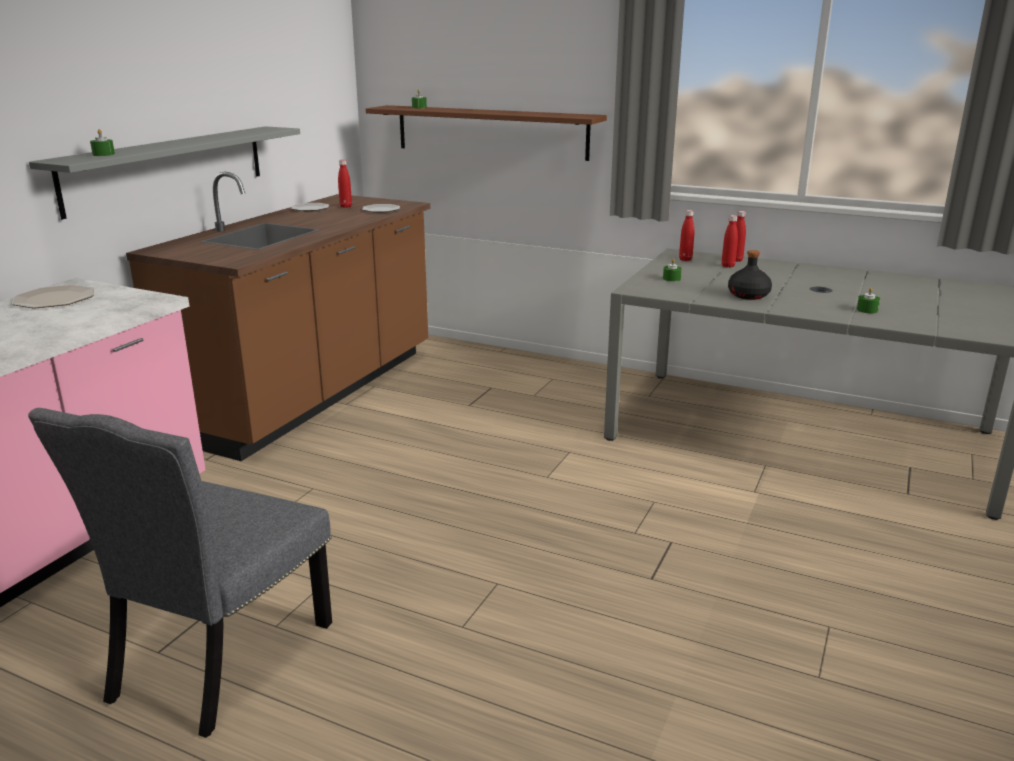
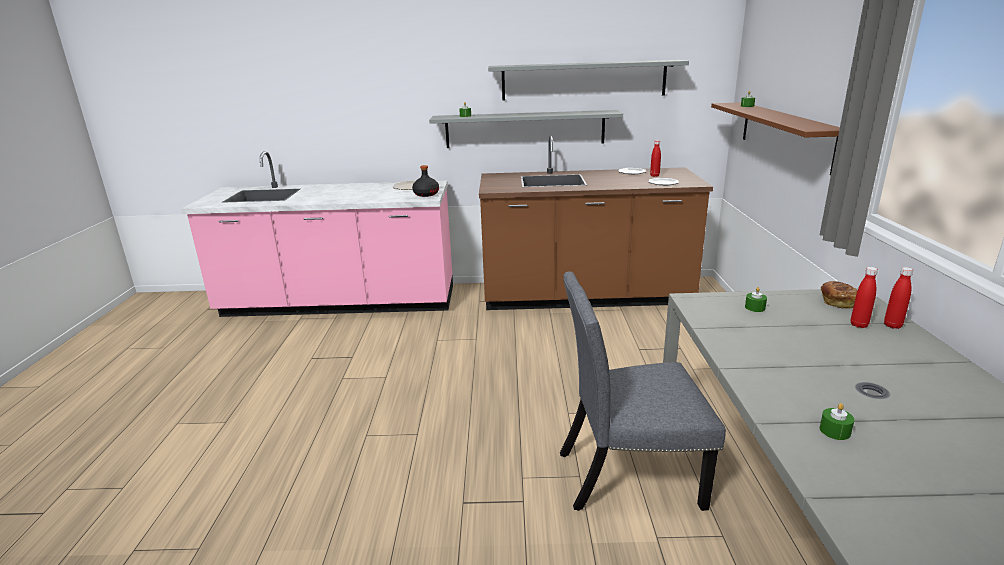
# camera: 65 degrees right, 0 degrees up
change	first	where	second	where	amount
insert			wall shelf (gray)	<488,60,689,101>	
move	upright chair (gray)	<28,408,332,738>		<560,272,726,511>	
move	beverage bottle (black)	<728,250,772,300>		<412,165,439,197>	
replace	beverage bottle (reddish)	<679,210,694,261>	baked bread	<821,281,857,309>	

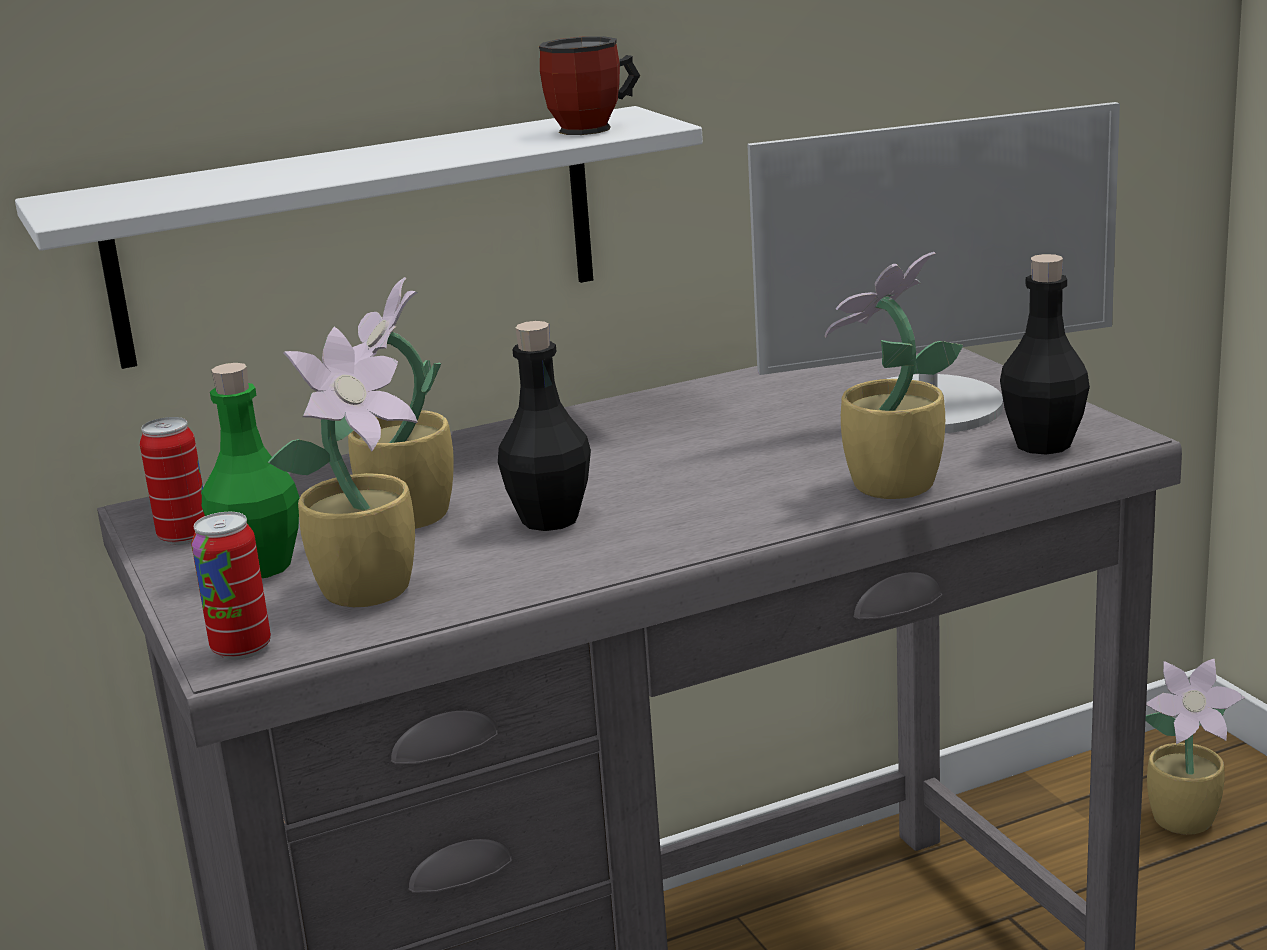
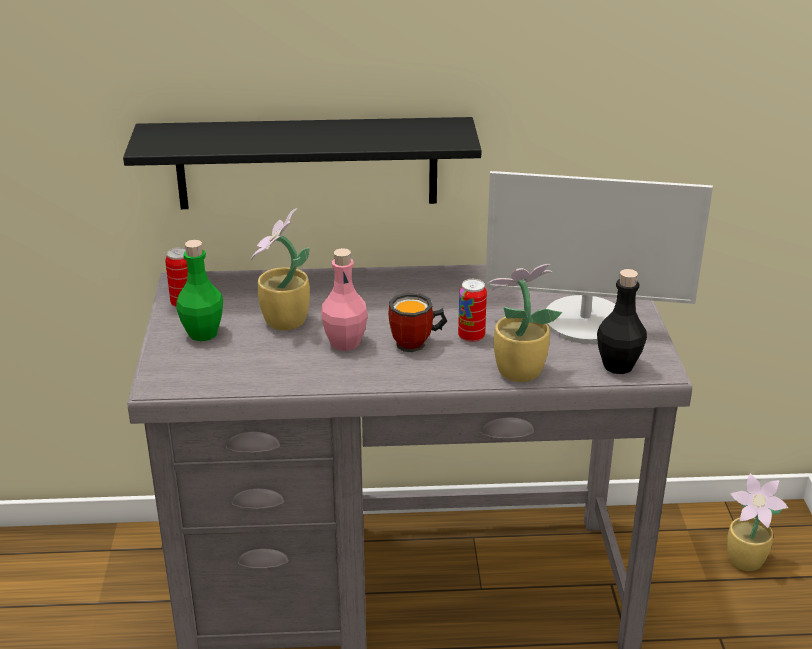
# camera: 20 degrees right, 10 degrees up
change	first	where	second	where	amount
delete	houseplant	<268,327,418,607>			
move	metal can	<192,512,271,660>		<458,279,487,343>	
move	mug	<539,36,640,135>		<388,293,447,352>	
recolor	wall shelf (whitish)	<15,106,703,369>	wall shelf (black)	<123,117,482,209>	
recolor	beverage bottle (black)	<498,321,591,531>	beverage bottle (pink-coloured)	<321,248,368,351>	

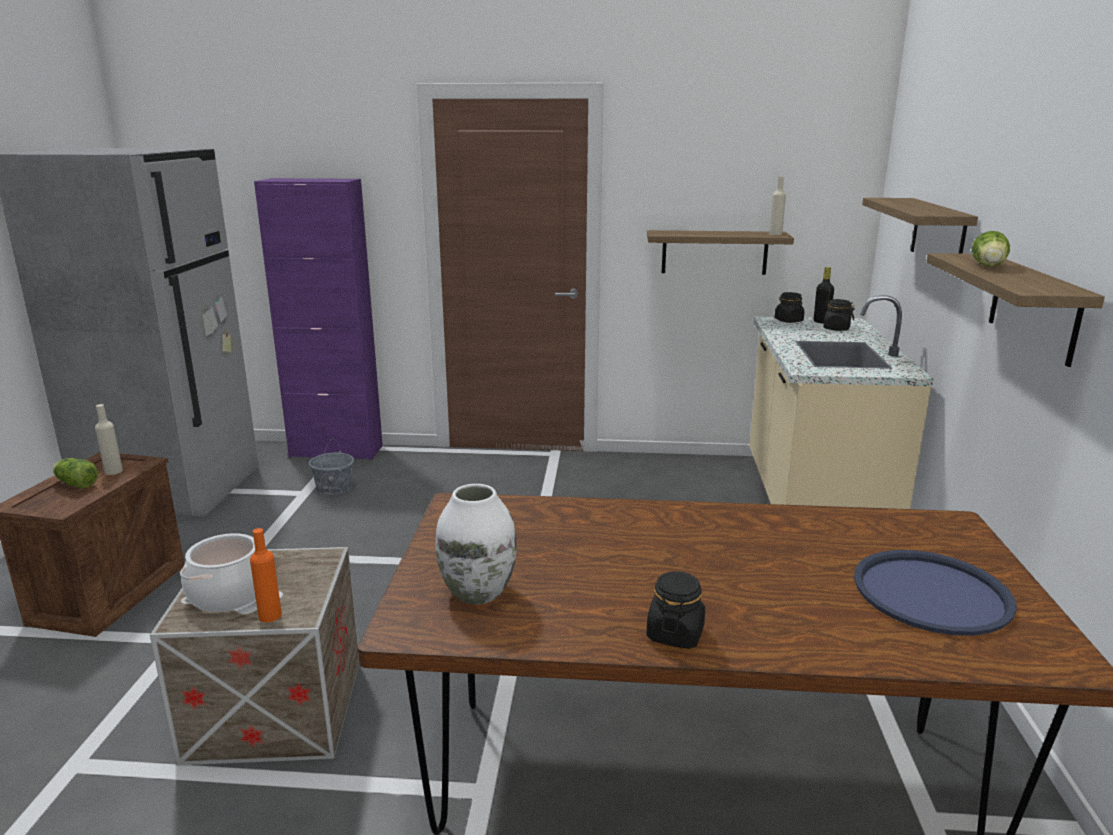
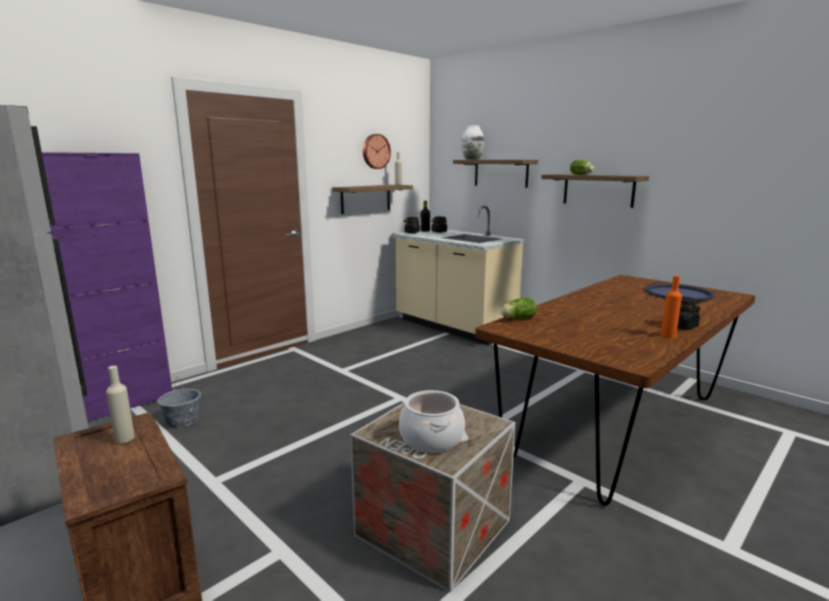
# camera: 50 degrees left, 5 degrees down
change	first	where	second	where	amount
insert			wall clock	<363,134,391,169>	
move	lettuce head	<53,458,98,489>		<500,297,537,319>	
move	beverage bottle (orangey)	<250,528,282,622>		<661,276,682,338>	
move	vase (whitish)	<435,484,517,605>		<461,126,484,160>	

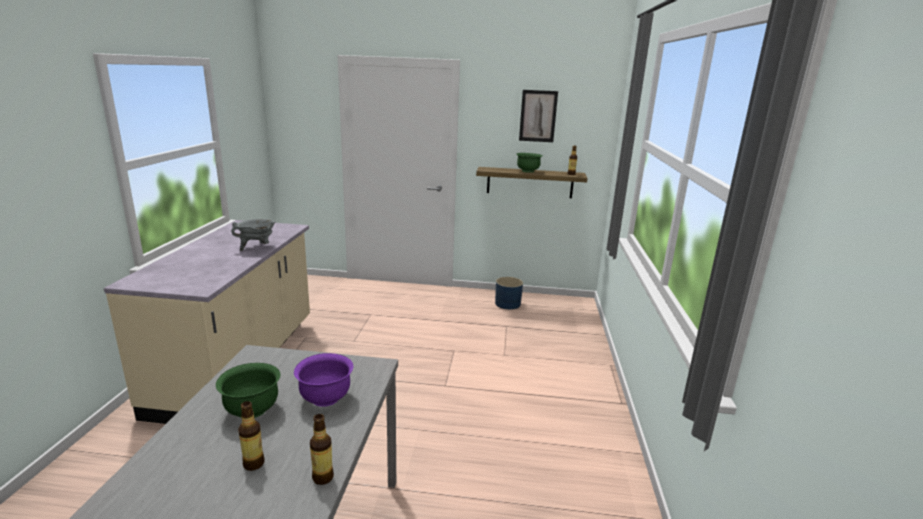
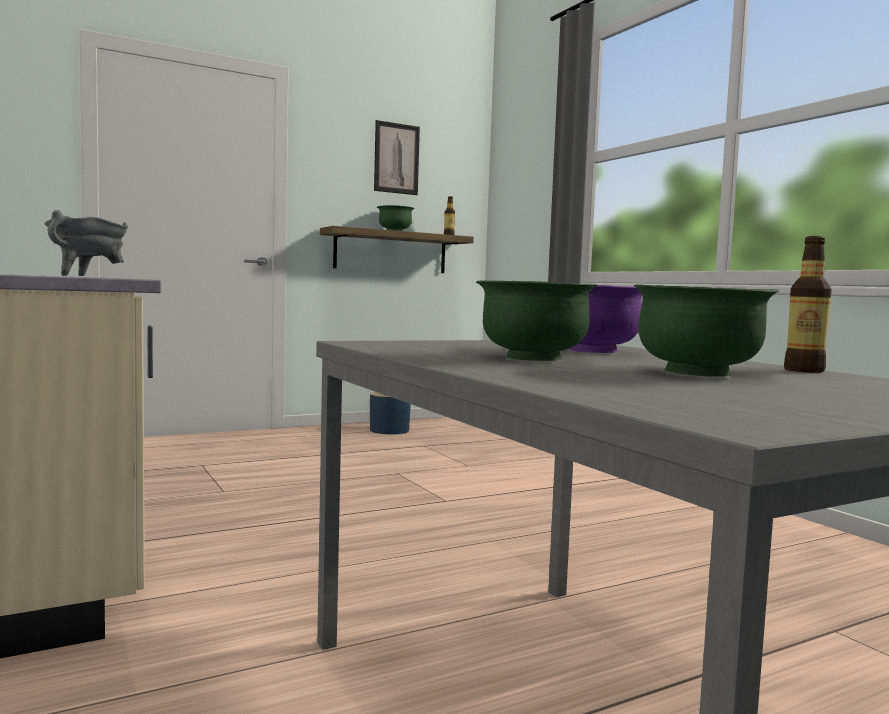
# camera: 35 degrees left, 15 degrees down
change	first	where	second	where	amount
replace	beverage bottle	<238,401,264,471>	bowl (greenish)	<634,284,780,377>	

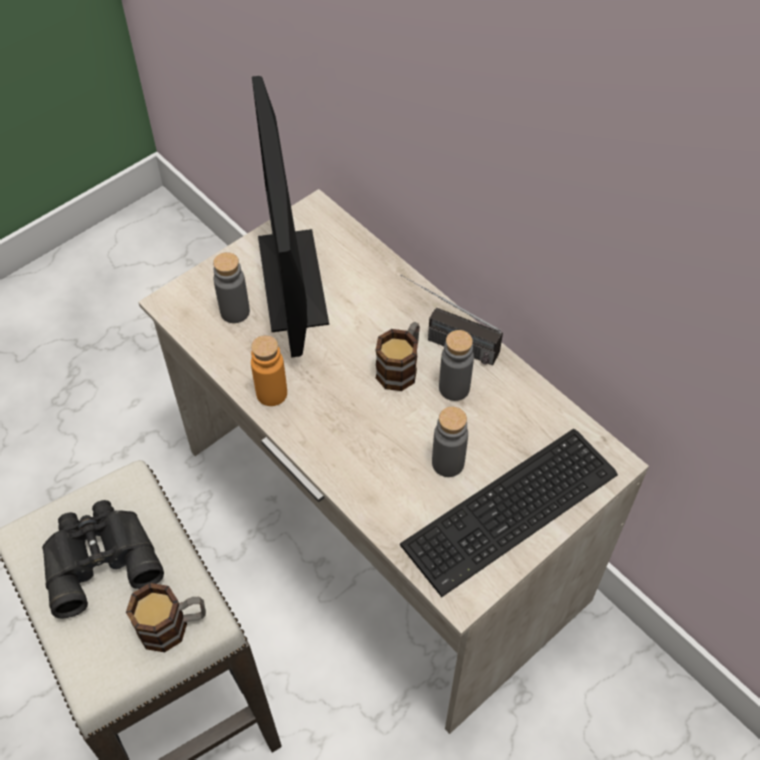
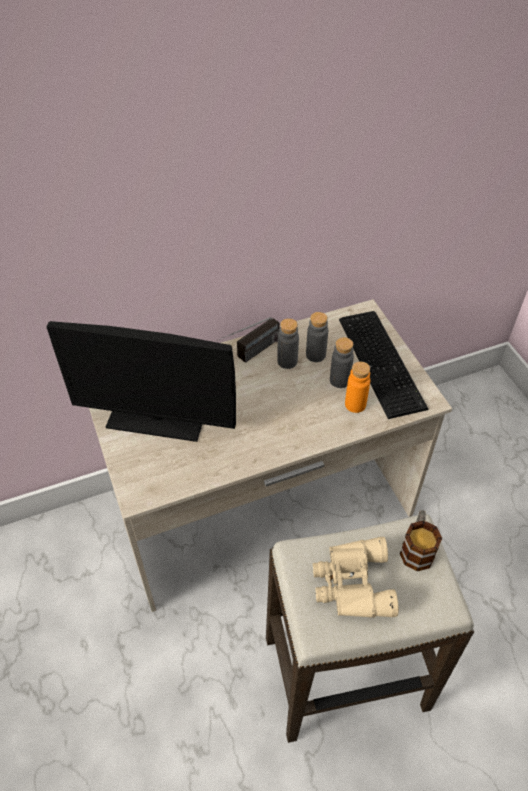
# camera: 70 degrees left, 5 degrees down
change	first	where	second	where	amount
delete	mug	<376,322,420,391>			
move	beverage bottle (gray)	<213,252,250,323>		<306,312,328,362>	
move	beverage bottle (orangey)	<251,335,287,406>		<345,361,370,413>	
recolor	binoculars (black)	<42,500,164,619>	binoculars (beige)	<313,537,399,618>	

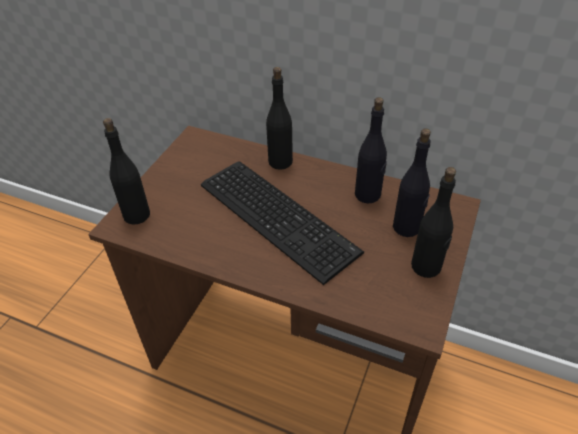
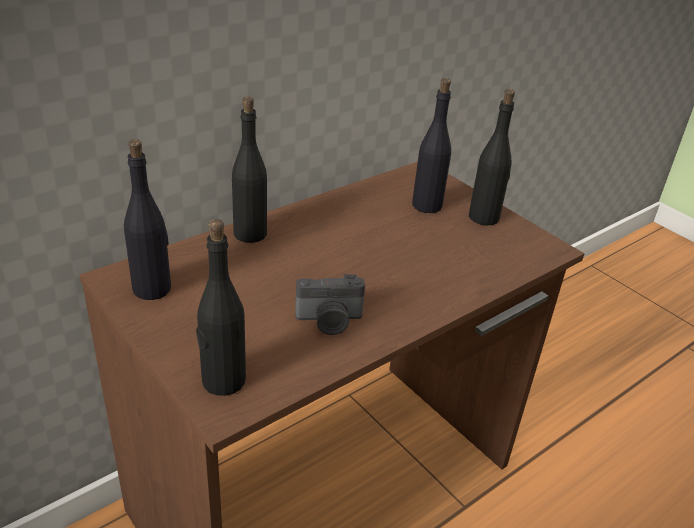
# camera: 65 degrees left, 10 degrees down
change	first	where	second	where	amount
delete	keyboard	<201,161,364,285>			
insert			photo camera	<295,274,365,335>	
move	beverage bottle (black)	<355,97,387,204>		<124,139,171,300>	

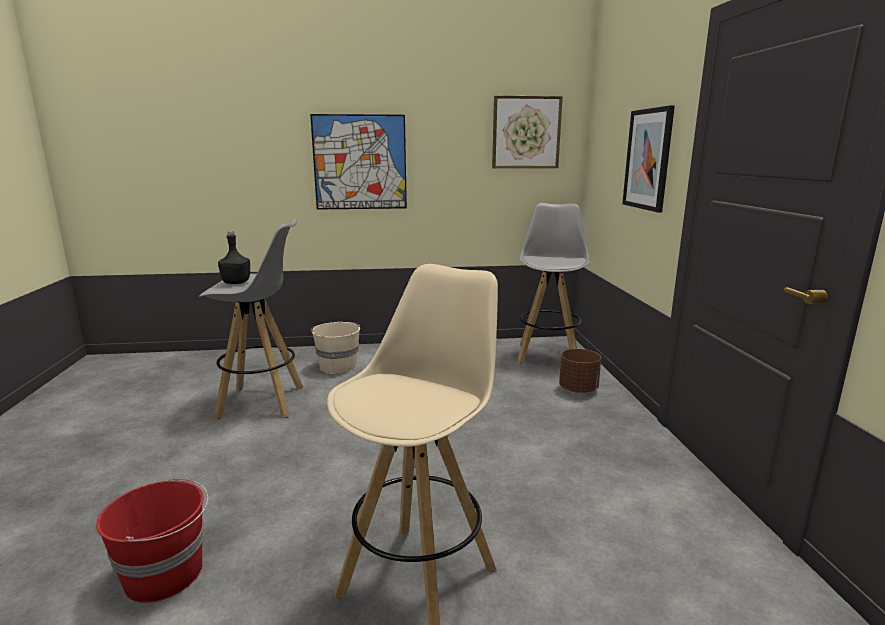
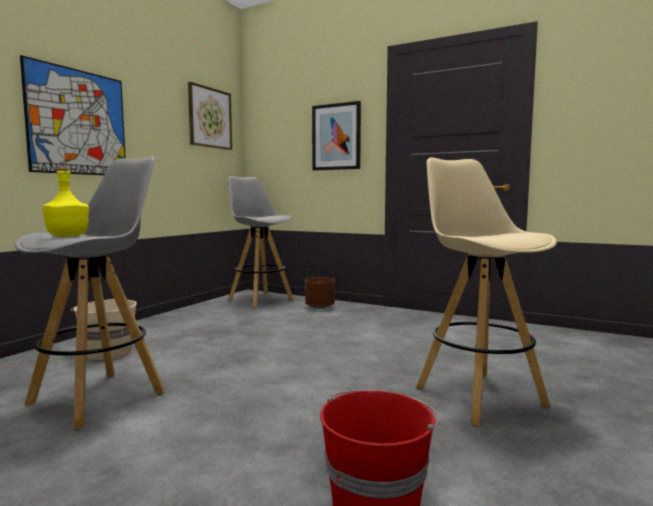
# camera: 55 degrees left, 10 degrees down
change	first	where	second	where	amount
recolor	beverage bottle (black)	<218,231,250,284>	beverage bottle (yellow)	<42,166,89,237>	

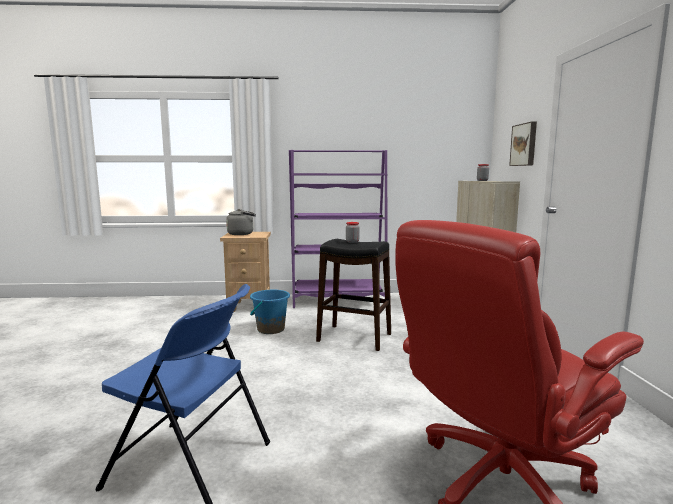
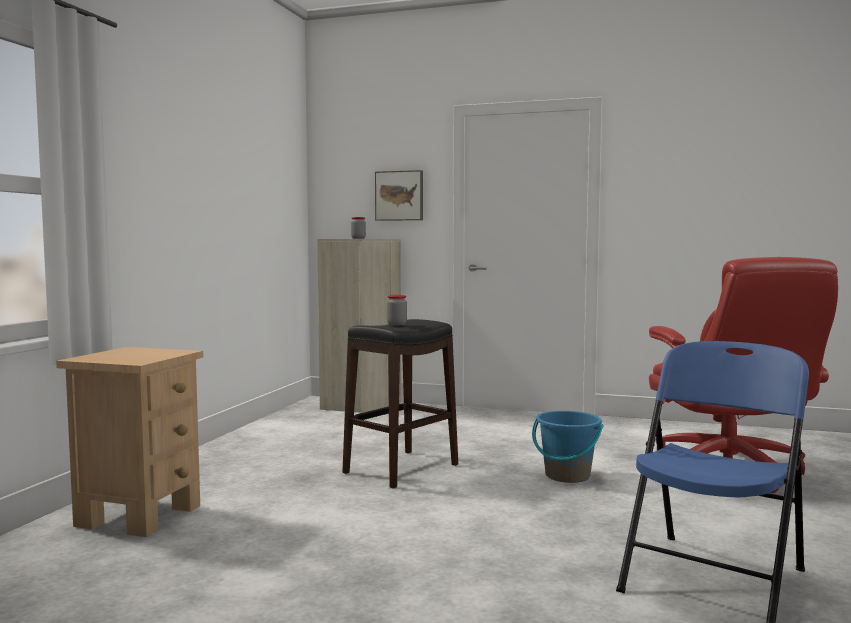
# camera: 70 degrees left, 5 degrees down
change	first	where	second	where	amount
delete	tea kettle (gray)	<226,209,256,235>			
delete	bookshelf (purplish)	<289,150,388,308>			
move	bucket (blue)	<250,290,290,334>		<532,411,604,483>	

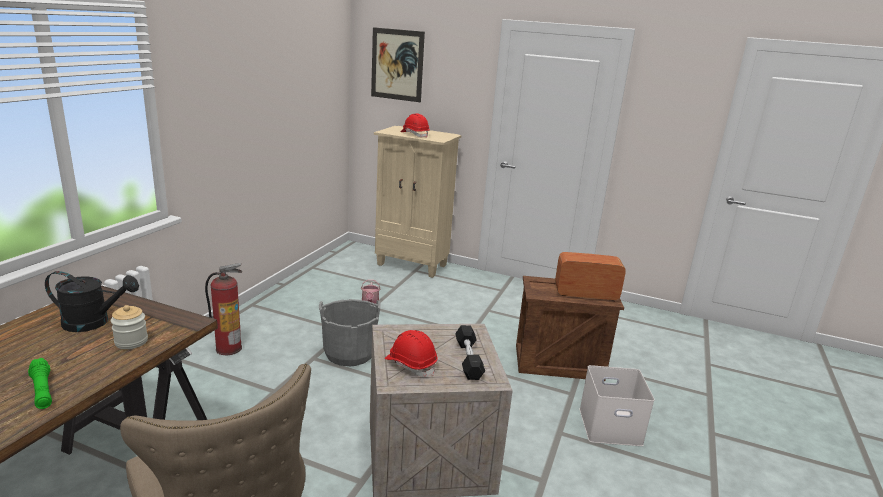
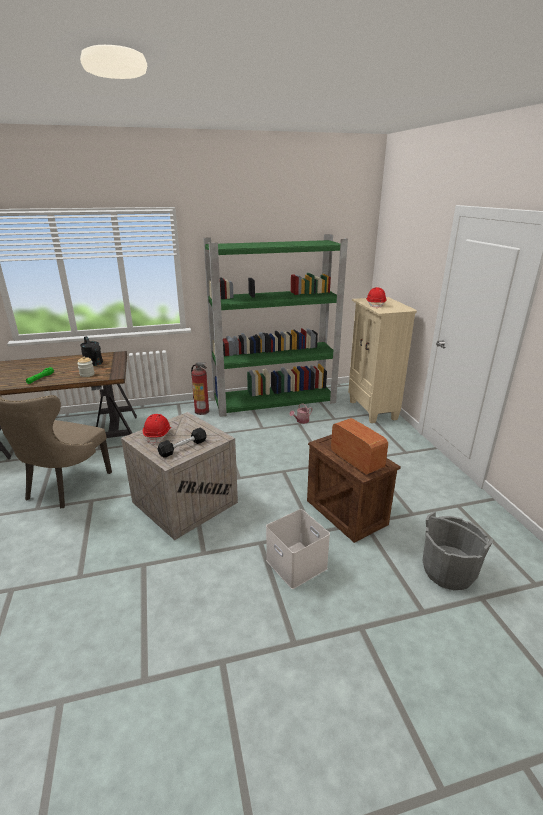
# camera: 55 degrees right, 5 degrees up
change	first	where	second	where	amount
delete	picture	<371,27,425,102>			
insert			bookshelf (greenish)	<203,234,348,417>	
move	bucket (gray)	<319,299,381,366>		<422,511,493,590>	

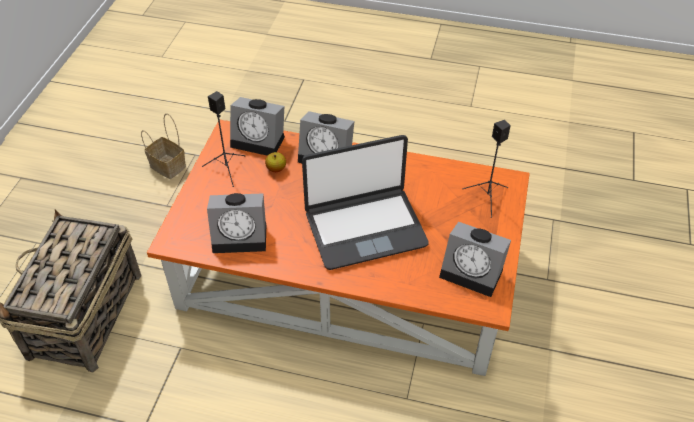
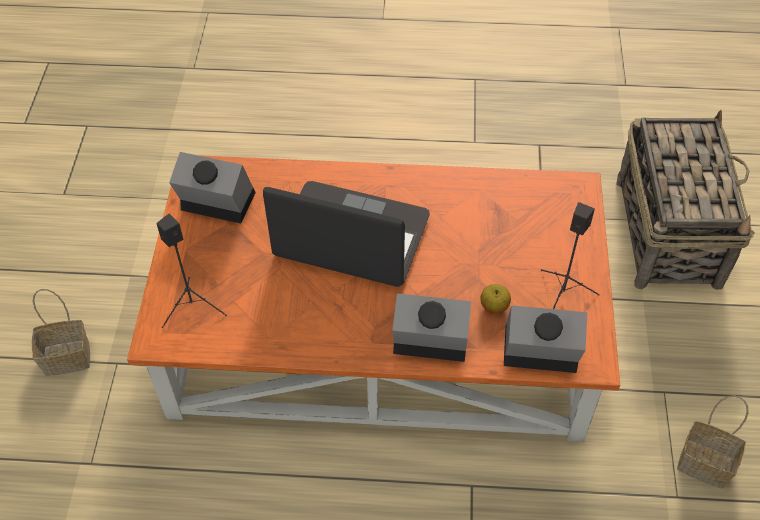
# camera: 170 degrees right, 5 degrees up
change	first	where	second	where	amount
delete	bedside clock	<207,193,266,253>			
insert			storage basket	<32,289,90,376>	
rotate	portable computer	<302,135,429,270>		<263,181,430,287>	45 degrees clockwise

